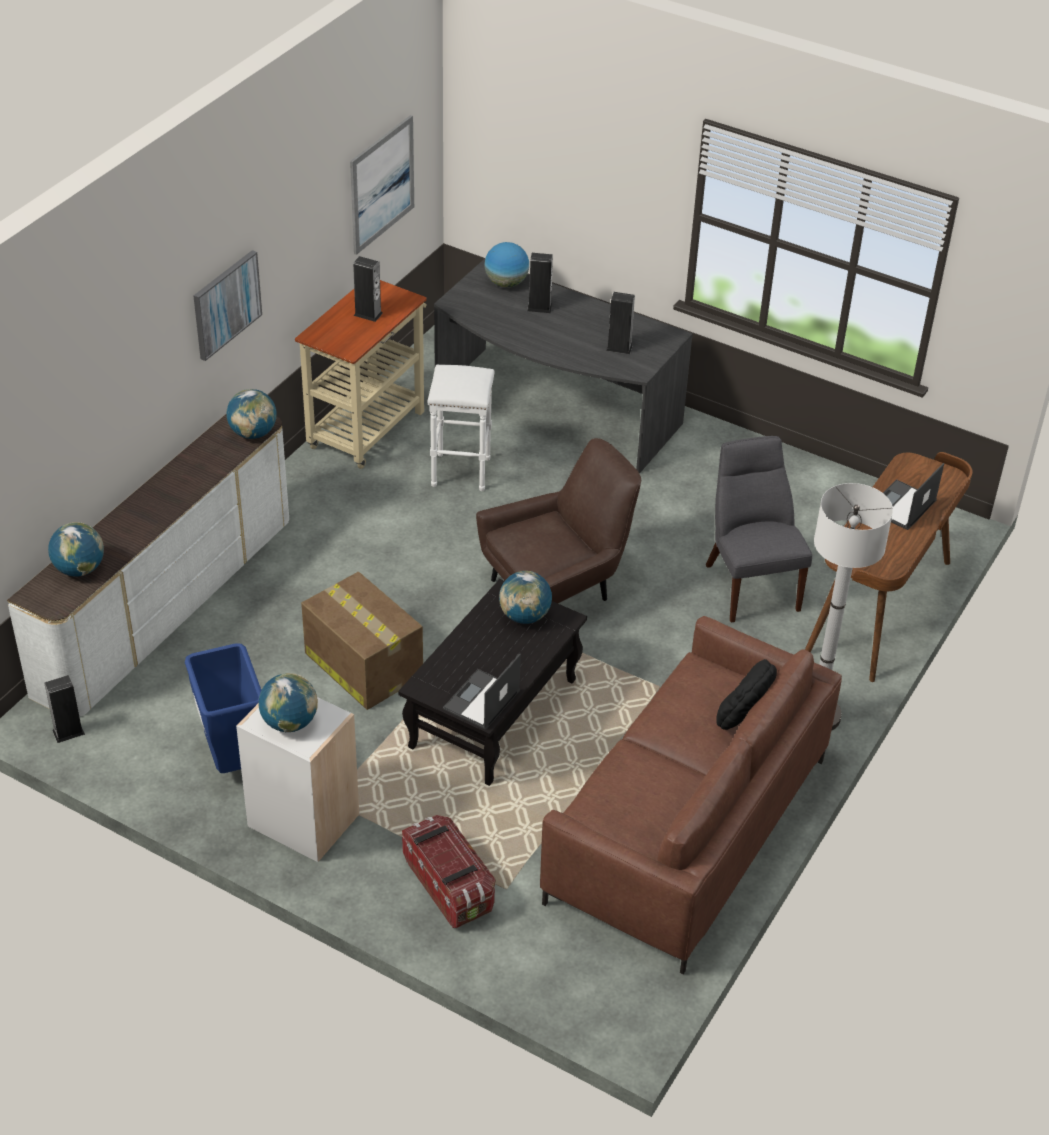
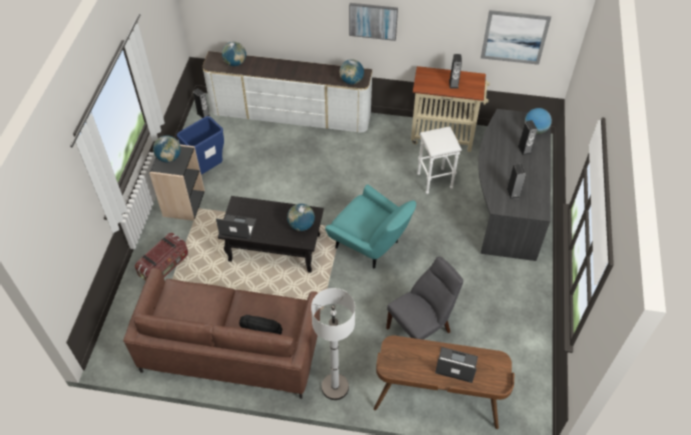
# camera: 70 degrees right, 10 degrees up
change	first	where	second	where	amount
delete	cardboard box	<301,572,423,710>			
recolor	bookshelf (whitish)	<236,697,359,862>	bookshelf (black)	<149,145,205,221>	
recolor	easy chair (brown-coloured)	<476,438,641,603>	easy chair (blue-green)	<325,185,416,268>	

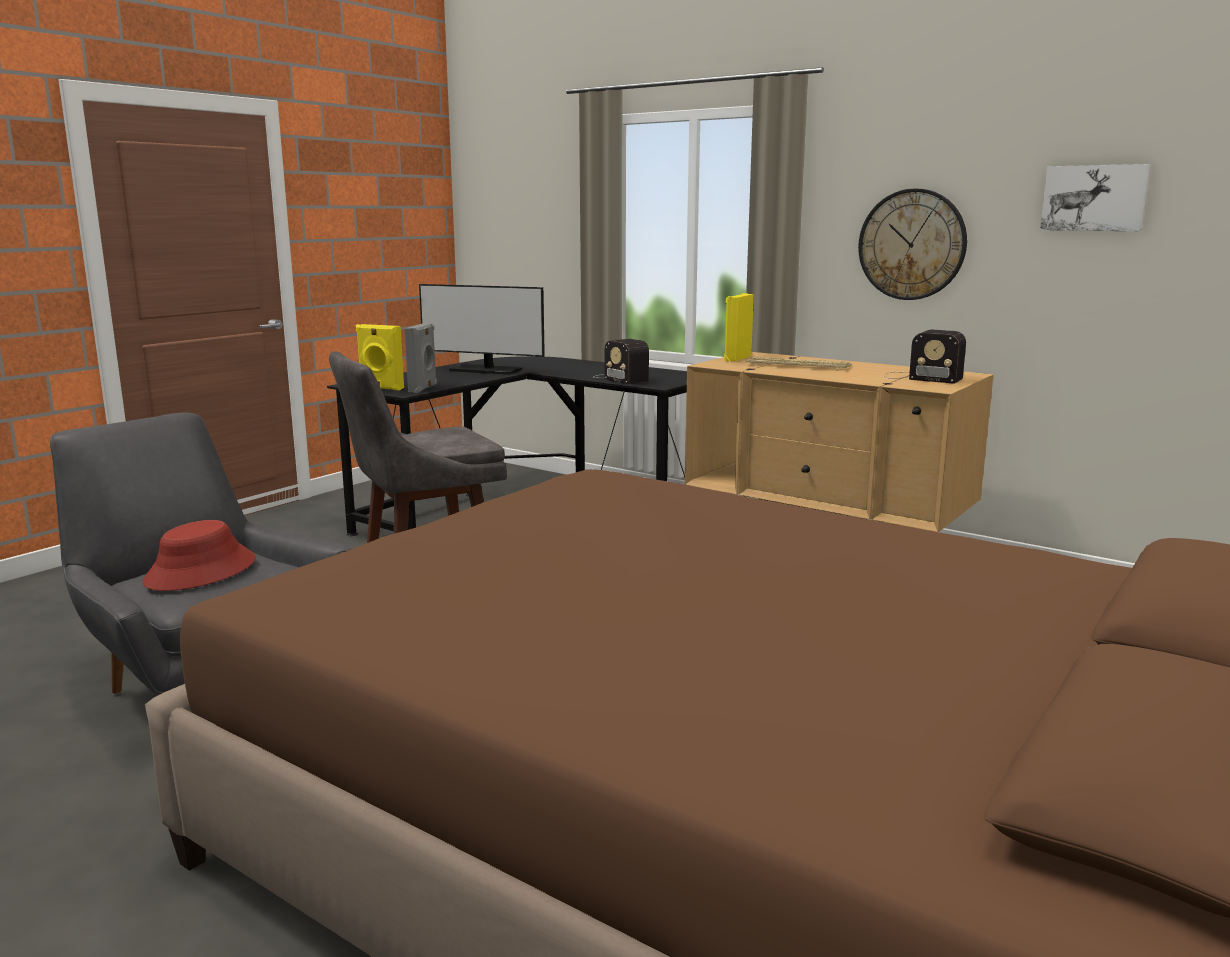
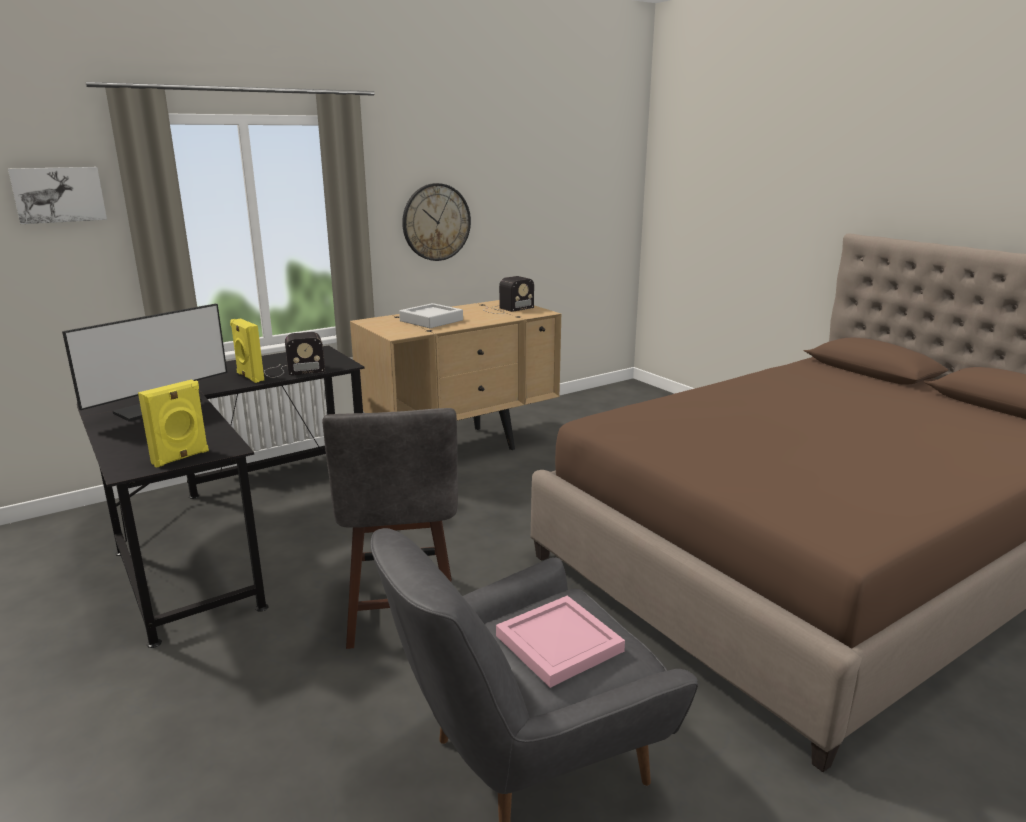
# camera: 70 degrees left, 5 degrees up
change	first	where	second	where	amount
delete	loudspeaker (gray)	<405,323,437,393>			
move	loudspeaker (yellow)	<724,293,754,361>		<230,318,264,383>	
move	picture	<1040,164,1150,231>		<8,167,107,224>	
replace	clothing hat (reddish)	<142,520,256,591>	serving tray (pink-coloured)	<496,595,625,688>	
replace	keyboard	<746,357,851,370>	serving tray (gray)	<399,303,463,328>	

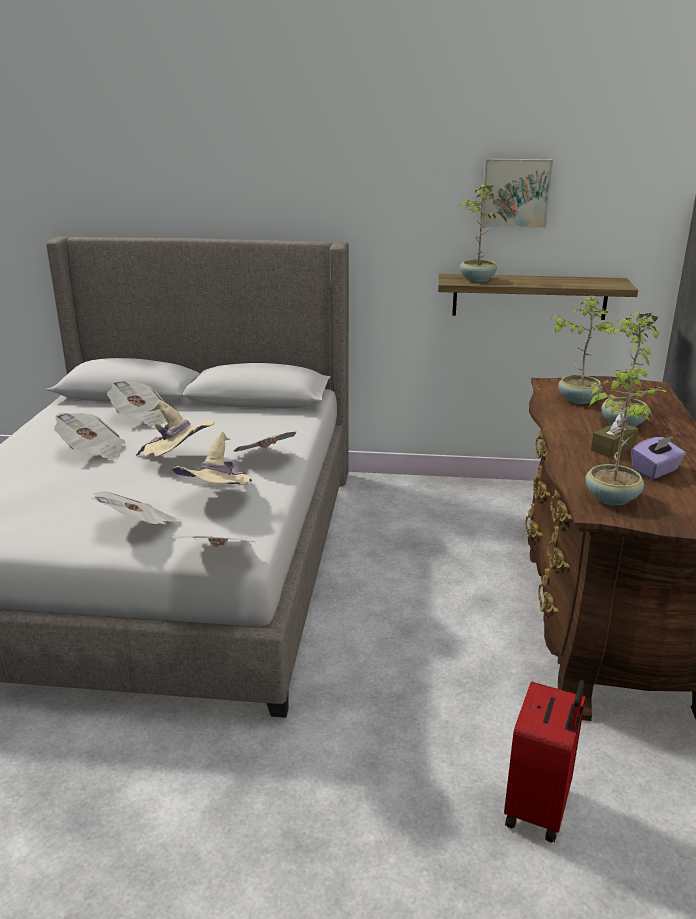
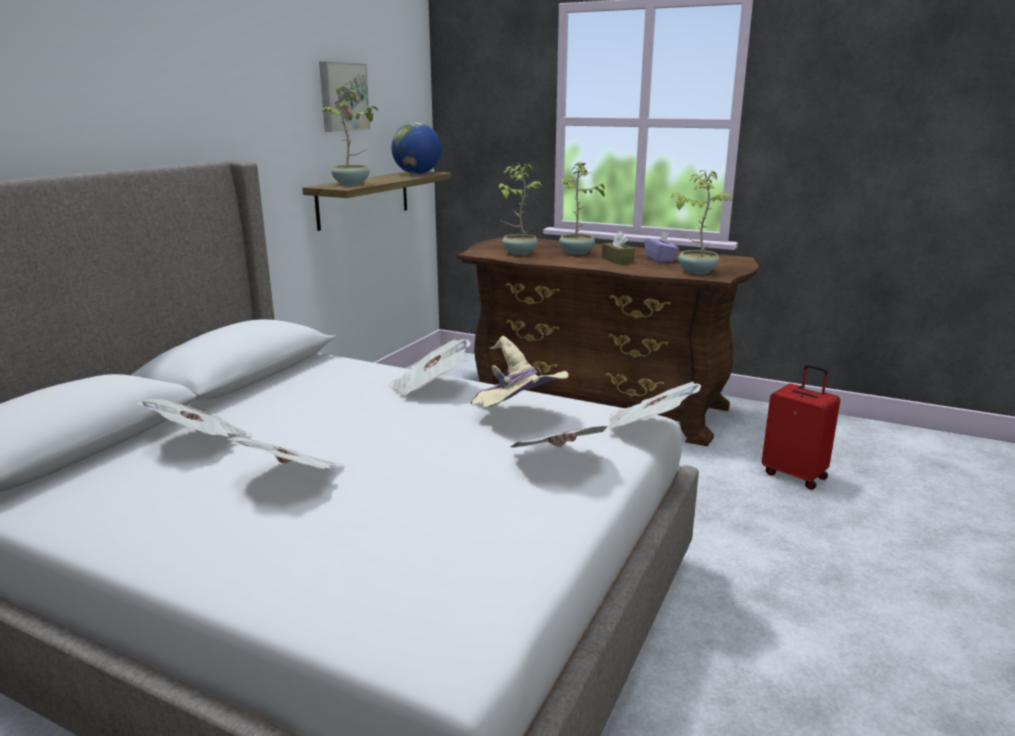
# camera: 70 degrees left, 5 degrees down
change	first	where	second	where	amount
delete	clothing hat (beige)	<136,400,214,457>			
insert			desk globe	<391,122,442,174>	

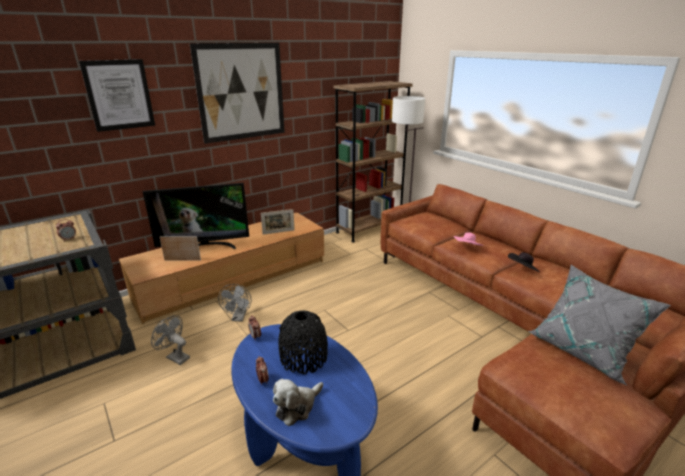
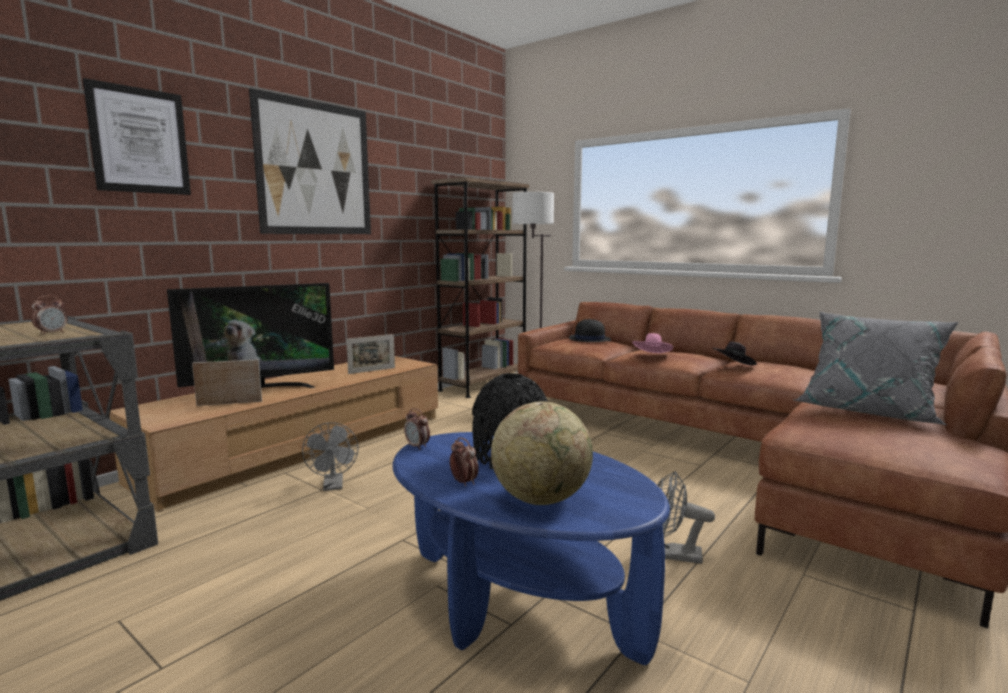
# camera: 15 degrees left, 15 degrees down
change	first	where	second	where	amount
insert			clothing hat (black)	<569,319,611,342>	
move	cooling fan (gray)	<151,315,190,365>		<657,471,715,564>	
replace	soft toy	<273,379,323,426>	desk globe	<491,401,593,505>	

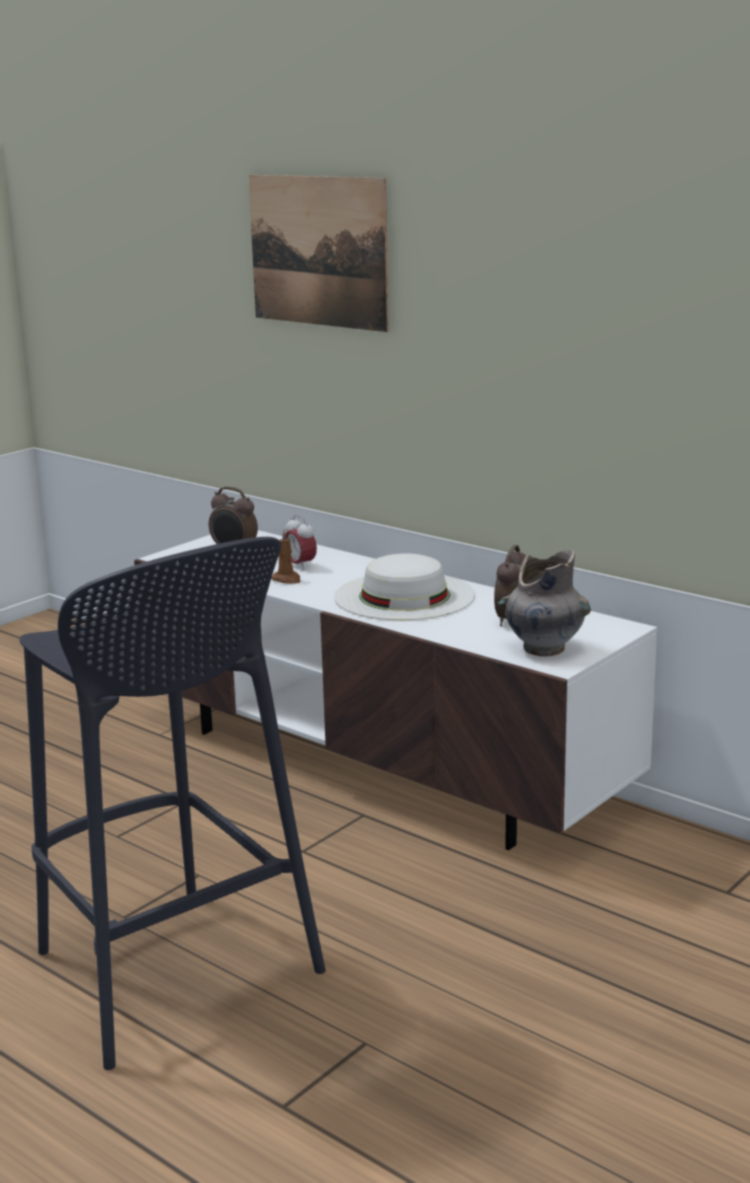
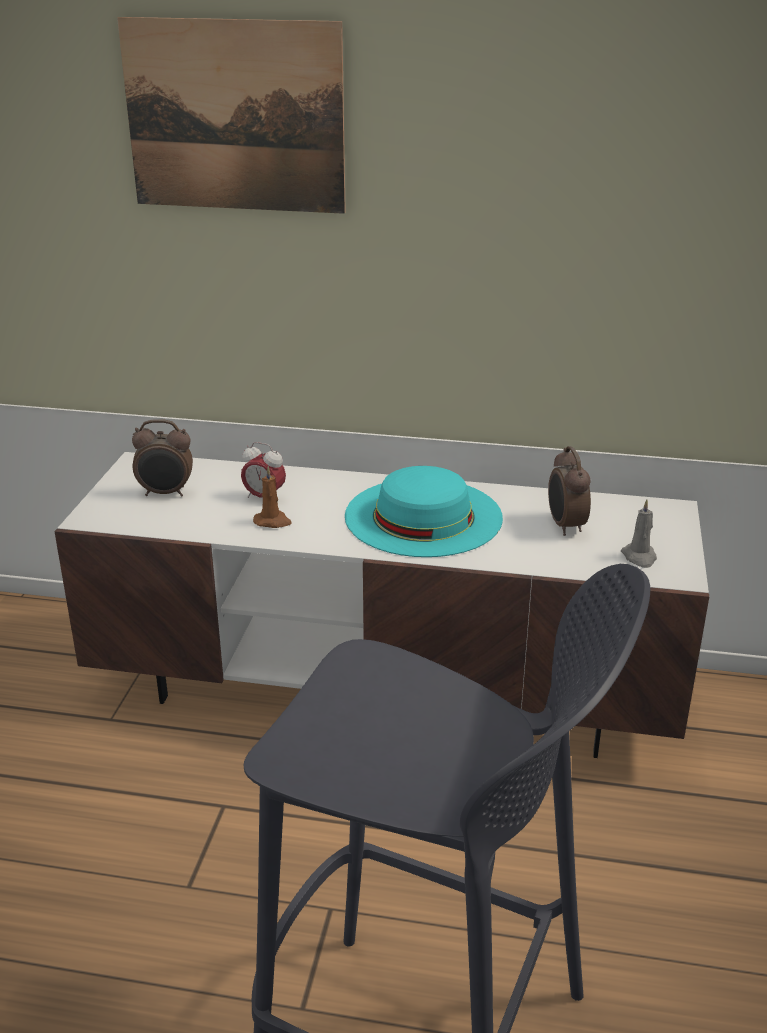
# camera: 30 degrees left, 10 degrees up
change	first	where	second	where	amount
replace	vase (gray)	<497,550,591,656>	wax light (gray)	<621,499,657,568>	
recolor	clothing hat (whitish)	<334,554,475,620>	clothing hat (blue-green)	<345,466,503,557>	

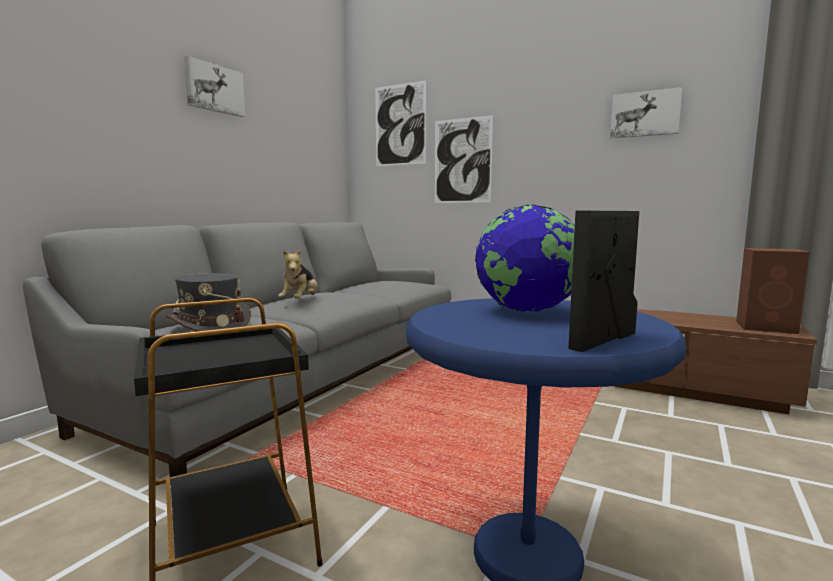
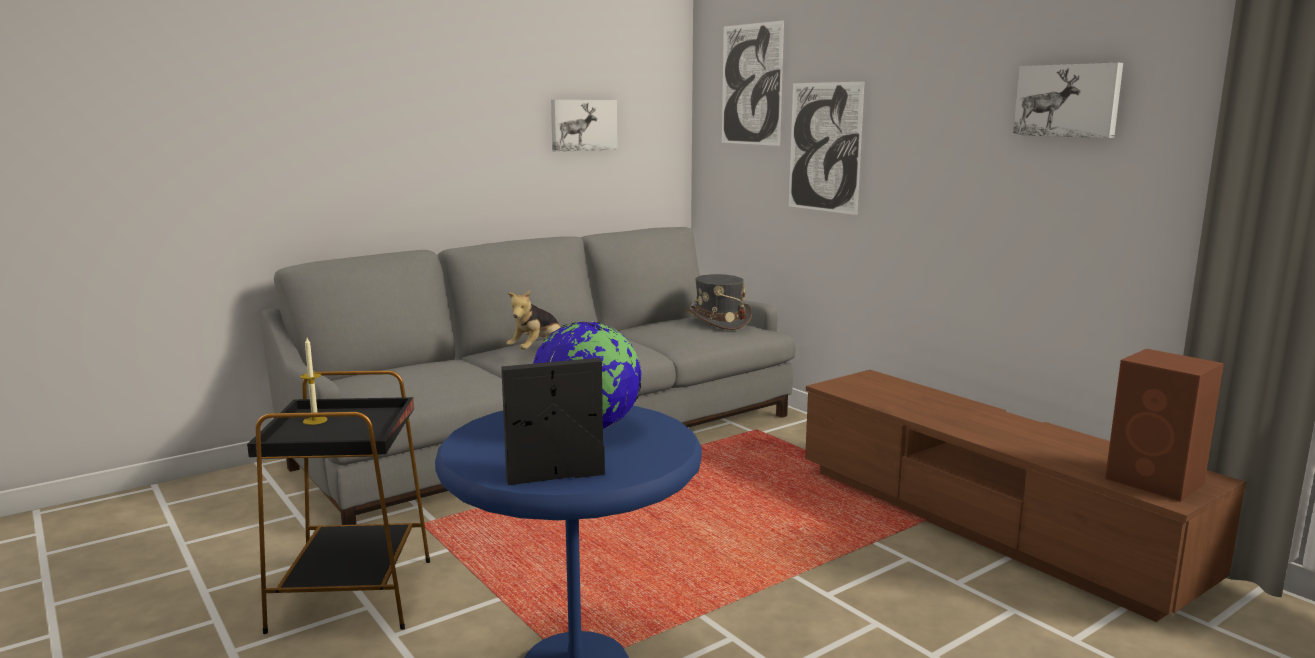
# camera: 25 degrees right, 5 degrees up
change	first	where	second	where	amount
insert			wax light	<300,338,327,425>	
move	clothing hat (gray)	<166,273,251,331>		<686,274,752,330>	
move	picture	<184,56,245,117>		<551,100,617,152>	

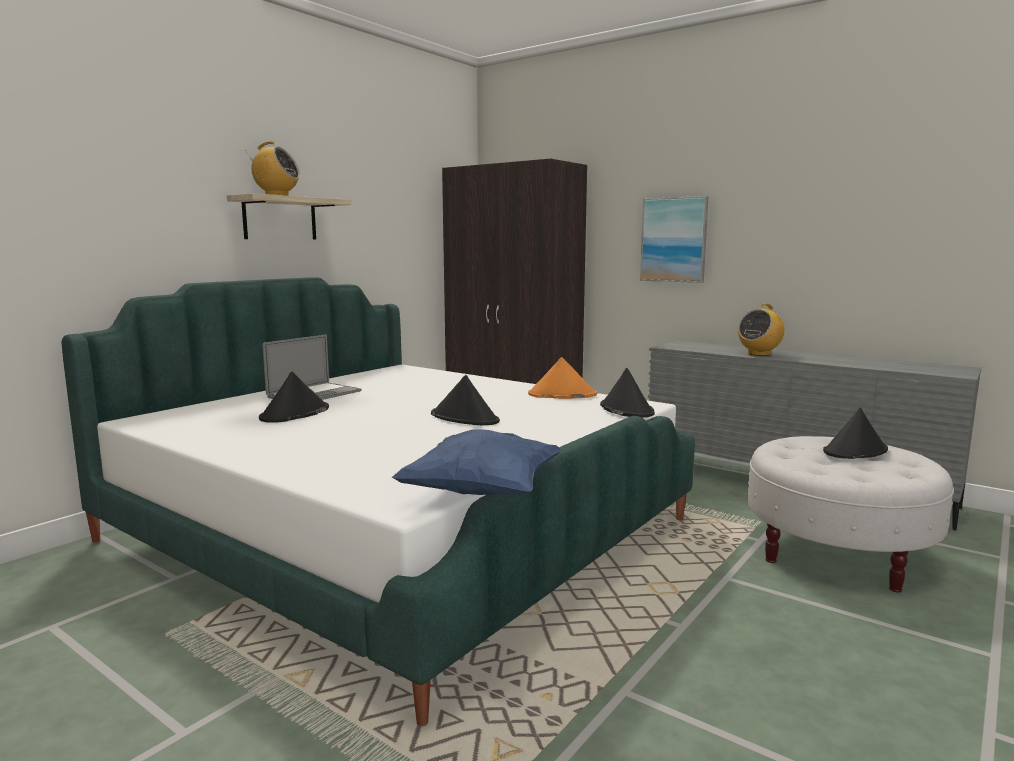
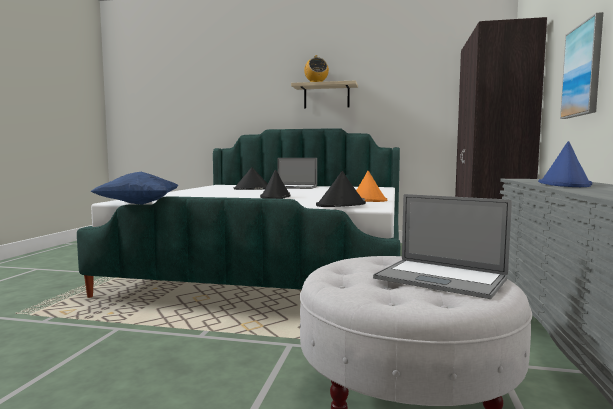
# camera: 65 degrees right, 5 degrees down
change	first	where	second	where	amount
replace	radio set	<738,304,785,356>	clothing hat (blue)	<539,141,592,187>	
replace	clothing hat (black)	<823,408,888,459>	portable computer	<373,194,512,299>	

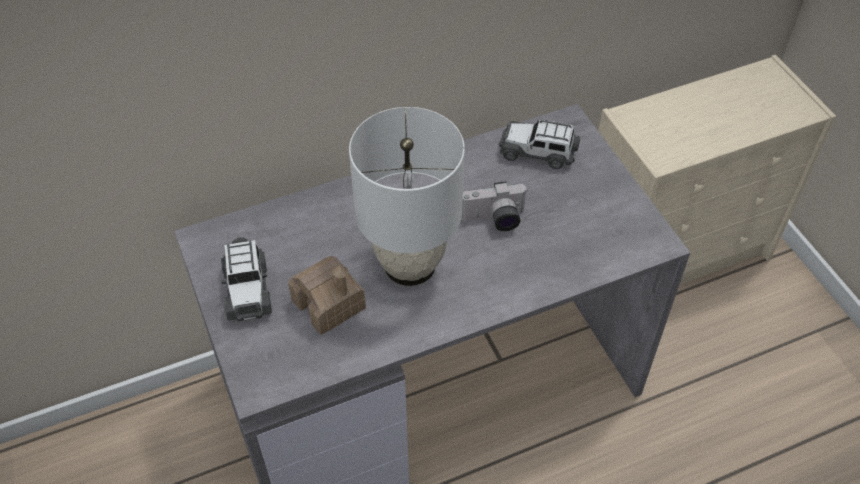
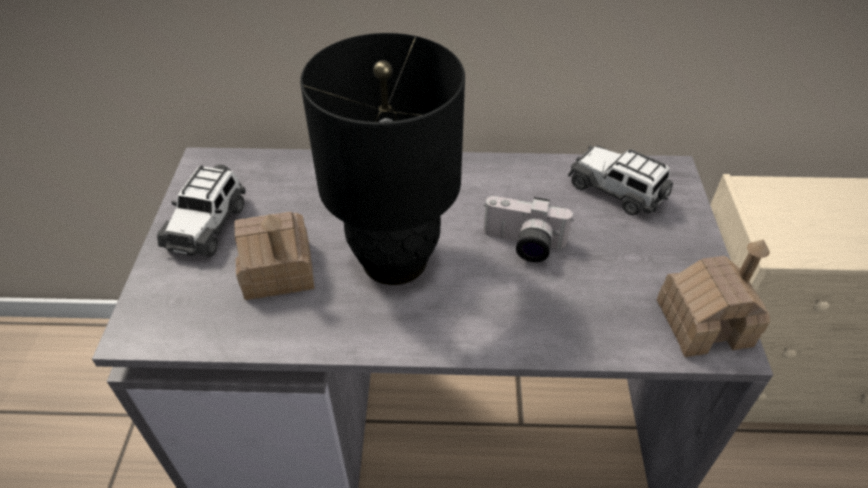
# camera: 25 degrees right, 5 degrees down
change	first	where	second	where	amount
insert			miniature house	<657,240,770,357>	
recolor	table lamp (whitish)	<349,107,465,286>	table lamp (black)	<300,33,465,285>	

